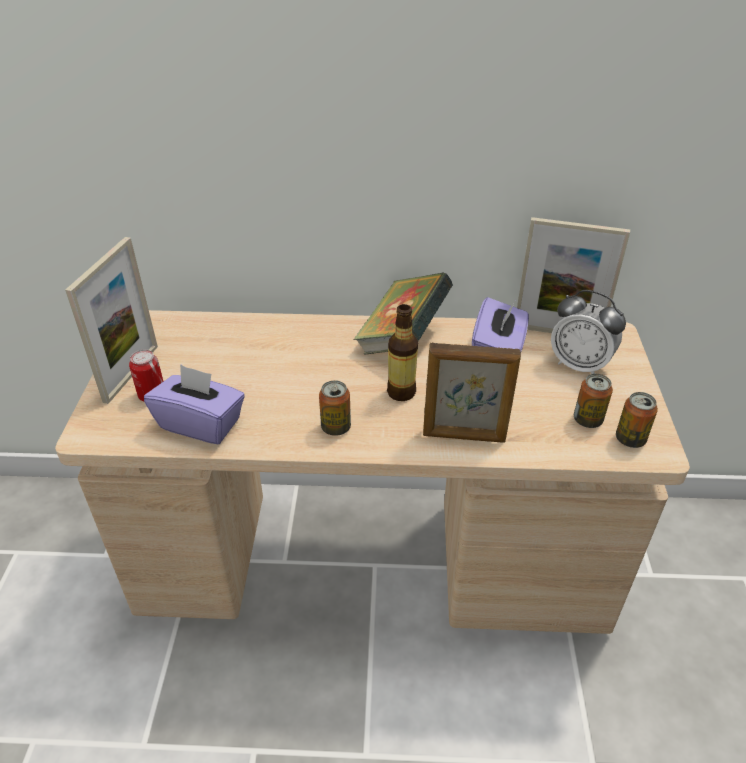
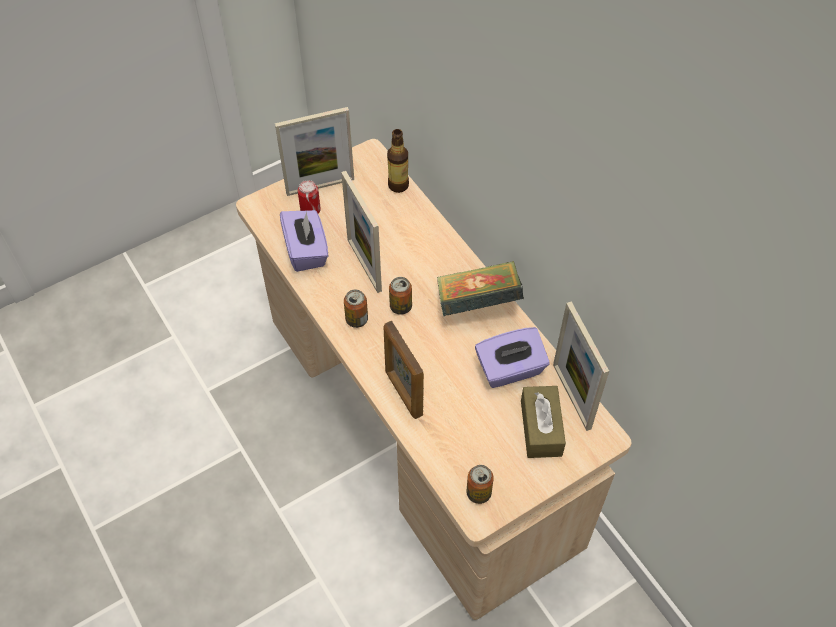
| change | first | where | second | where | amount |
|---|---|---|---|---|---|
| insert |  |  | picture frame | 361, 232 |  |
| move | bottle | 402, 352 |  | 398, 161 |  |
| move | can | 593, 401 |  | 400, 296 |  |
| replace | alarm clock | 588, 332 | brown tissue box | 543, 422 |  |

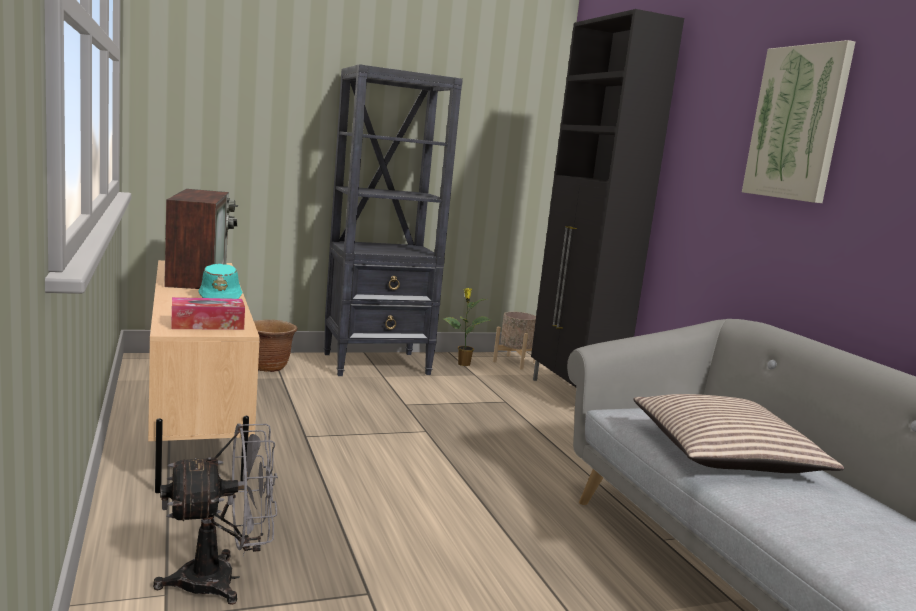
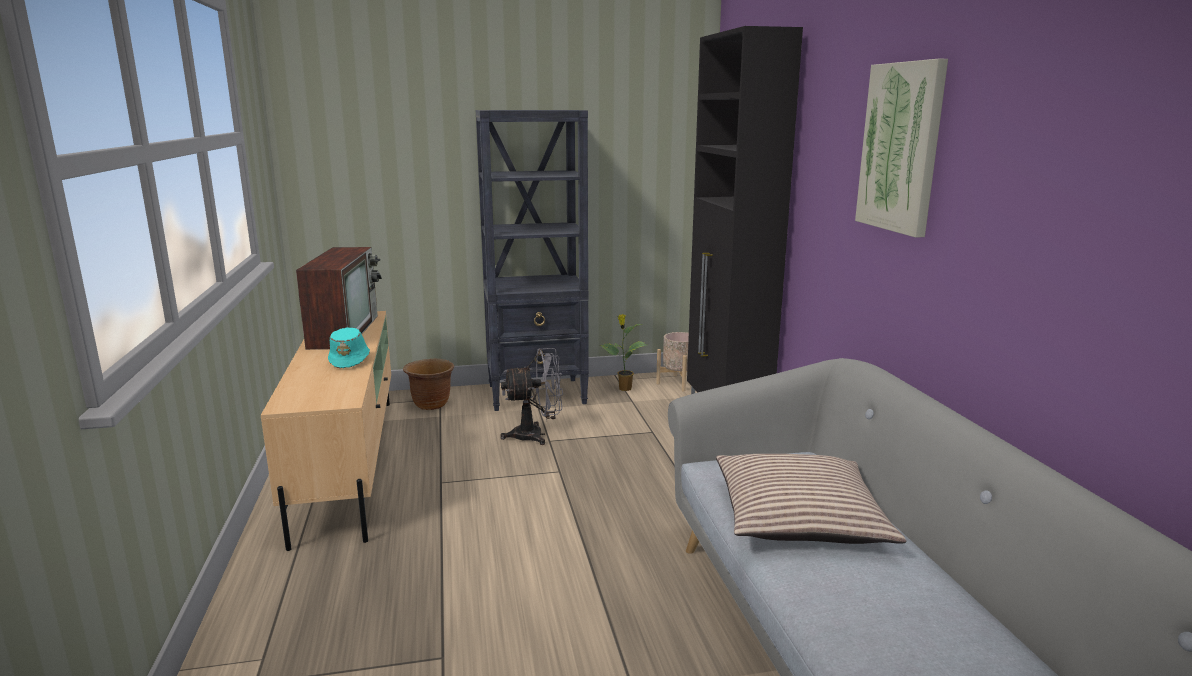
| change | first | where | second | where | amount |
|---|---|---|---|---|---|
| delete | tissue box | 208, 313 |  |  |  |
| move | grey fan | 215, 514 |  | 531, 396 |  |

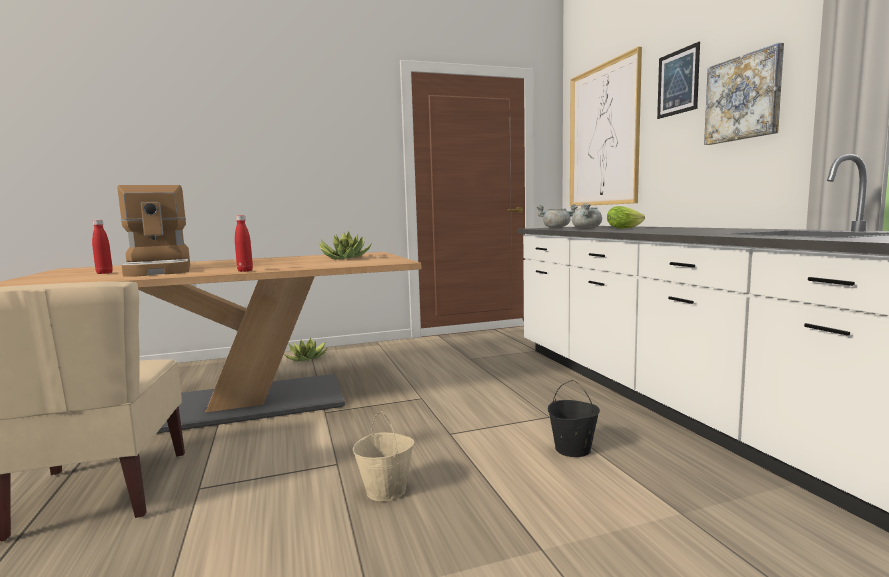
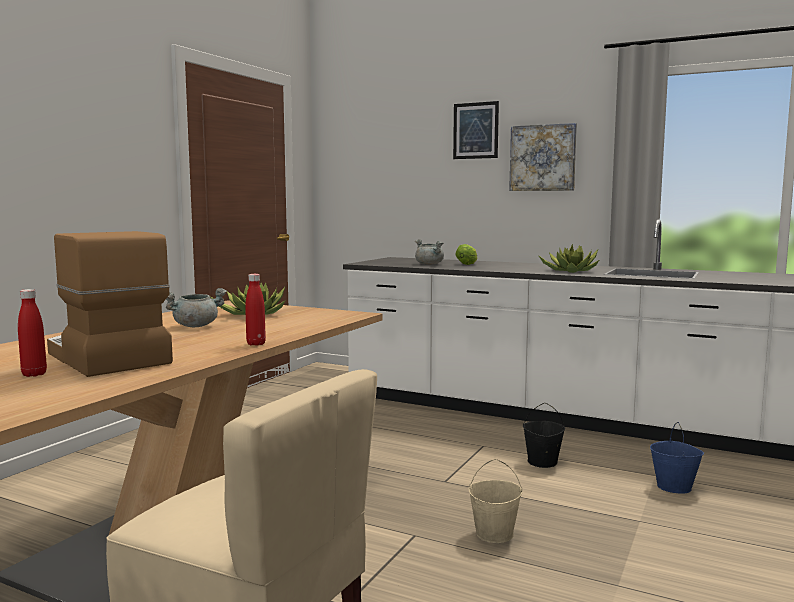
| change | first | where | second | where | amount |
|---|---|---|---|---|---|
| delete | picture | 606, 126 |  |  |  |
| insert |  |  | blue bucket | 677, 458 |  |
| move | potted plant | 305, 350 |  | 568, 258 |  |
| move | grey cooking pot | 557, 216 |  | 196, 307 |  |
| rotate | coffee machine | 153, 231 |  | 110, 304 | 150 degrees counterclockwise |

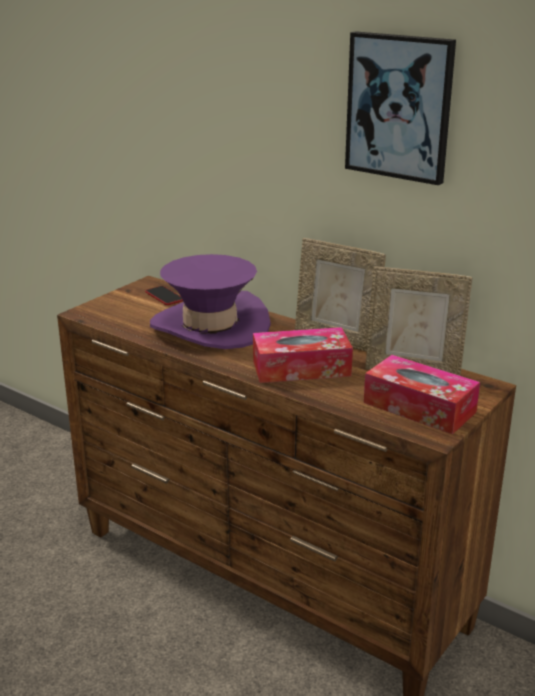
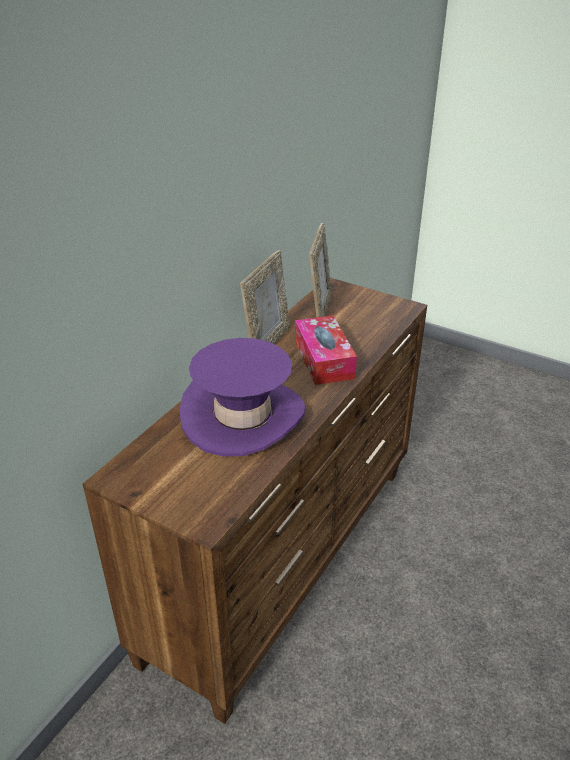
| change | first | where | second | where | amount |
|---|---|---|---|---|---|
| delete | phone | 164, 295 |  |  |  |
| delete | picture | 400, 108 |  |  |  |
| delete | tissue box | 422, 394 |  |  |  |

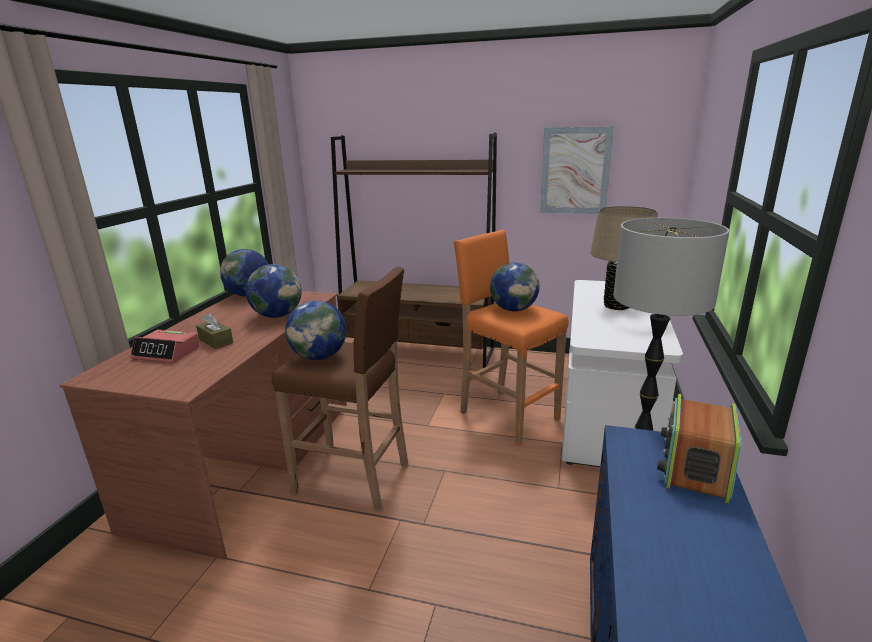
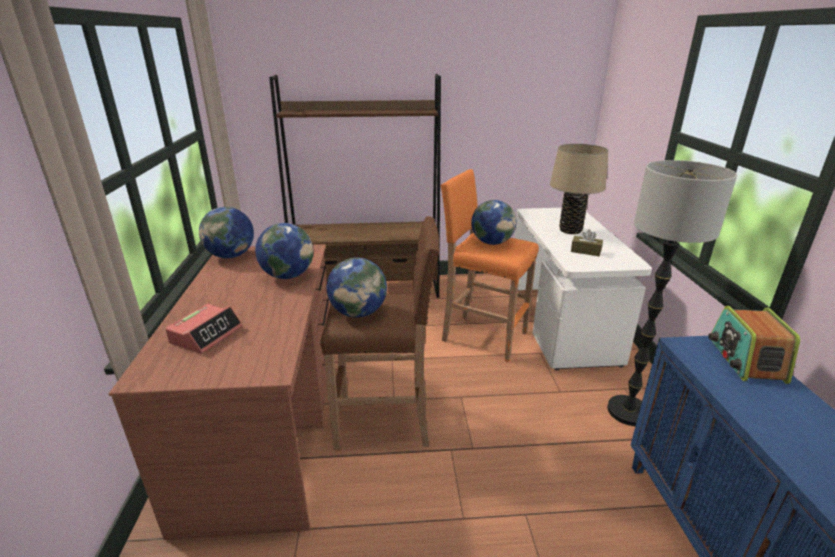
| change | first | where | second | where | amount |
|---|---|---|---|---|---|
| delete | picture | 577, 170 |  |  |  |
| move | brown tissue box | 214, 331 |  | 587, 243 |  |
| rotate | alarm clock | 165, 346 |  | 203, 329 | 60 degrees counterclockwise |

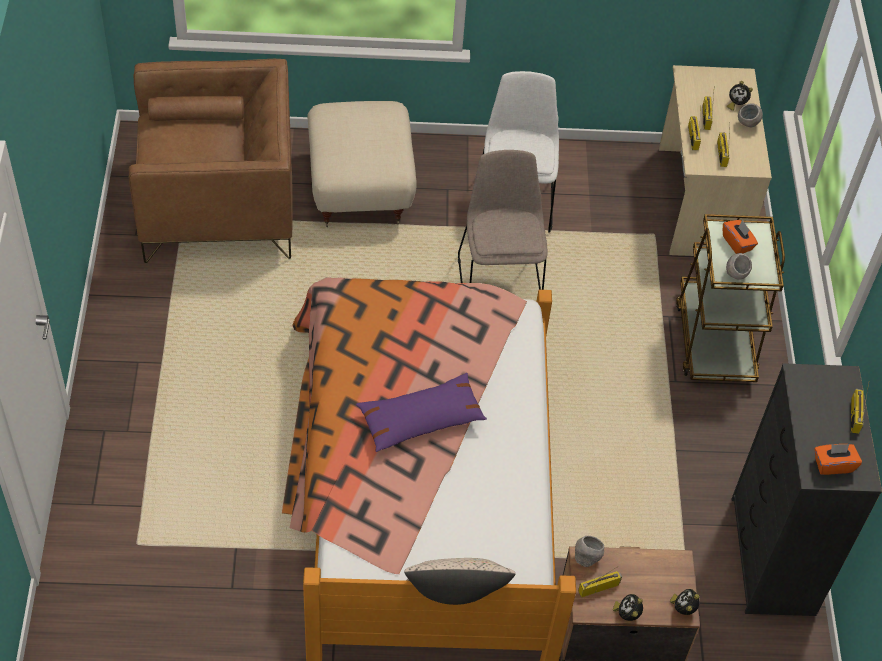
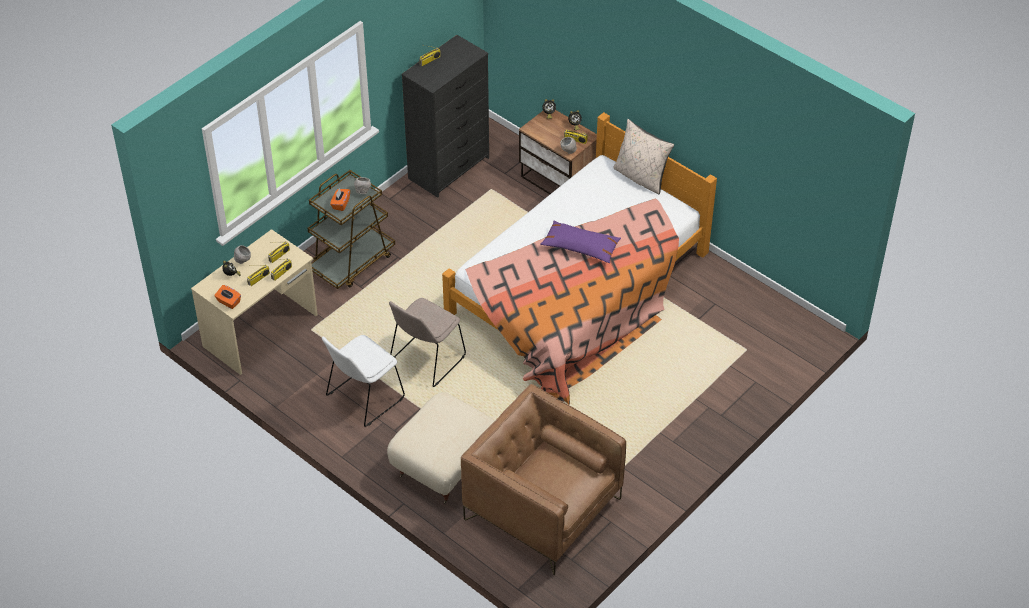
| change | first | where | second | where | amount |
|---|---|---|---|---|---|
| move | orange tissue box | 838, 459 |  | 227, 297 |  |

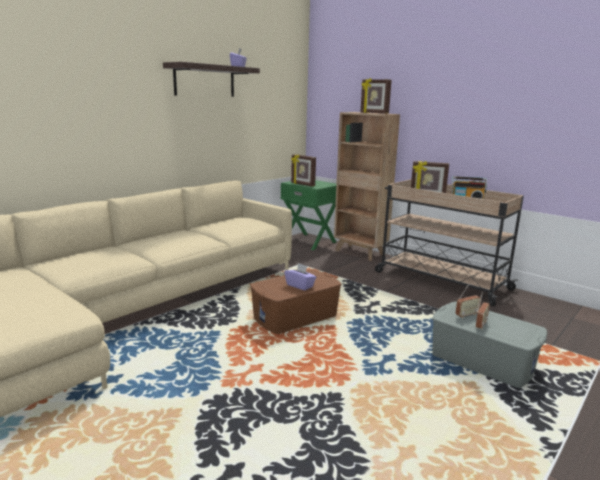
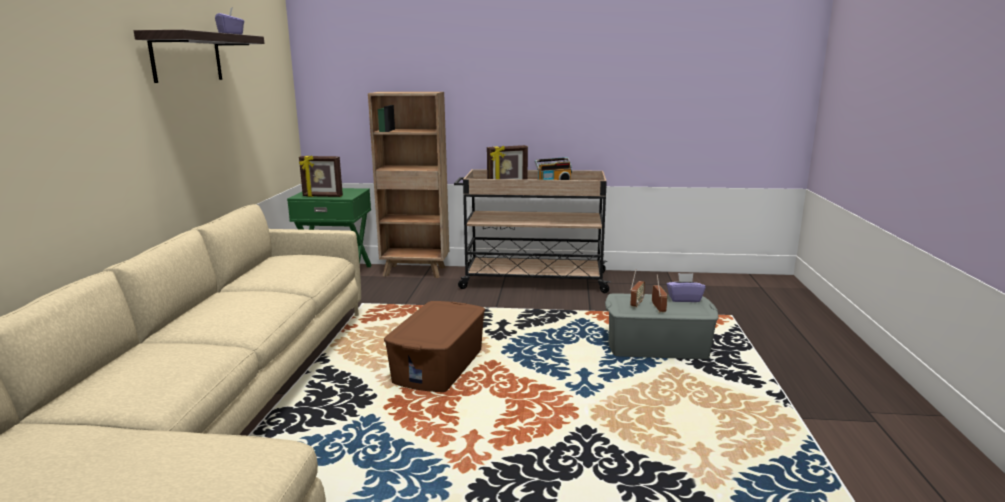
| change | first | where | second | where | amount |
|---|---|---|---|---|---|
| delete | picture frame | 376, 95 |  |  |  |
| move | purple tissue box | 300, 276 |  | 686, 287 |  |

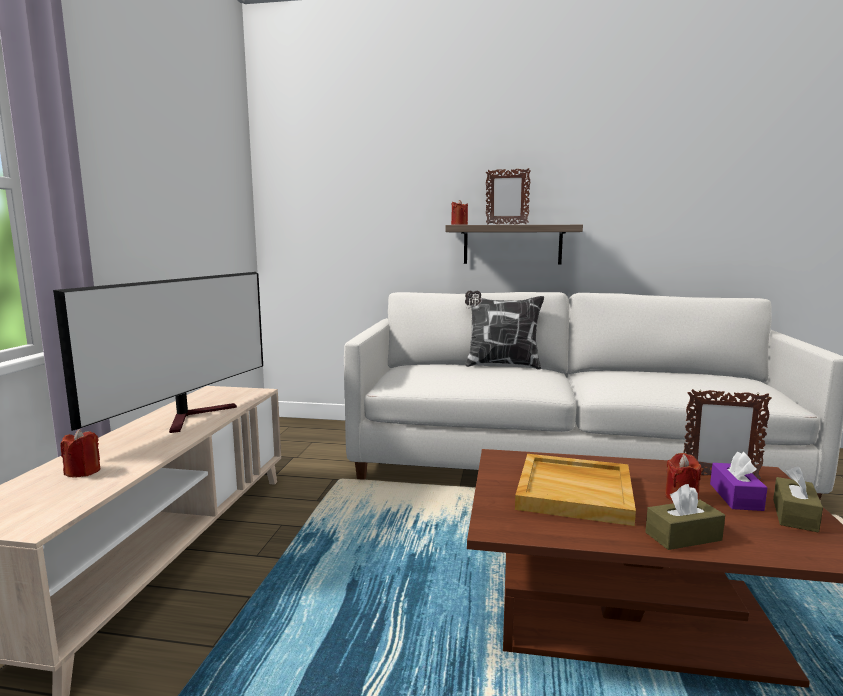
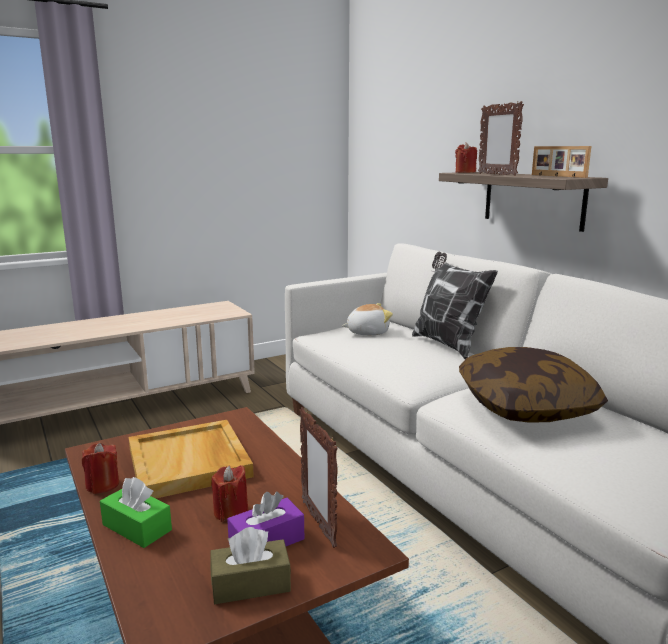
| change | first | where | second | where | amount |
|---|---|---|---|---|---|
| delete | television | 158, 352 |  |  |  |
| insert |  |  | plush toy | 367, 319 |  |
| insert |  |  | pillow | 533, 385 |  |
| insert |  |  | picture frame | 561, 162 |  |
| move | red candle | 80, 453 |  | 100, 468 |  |
| recolor | brown tissue box | 685, 517 | green tissue box | 136, 512 |  |

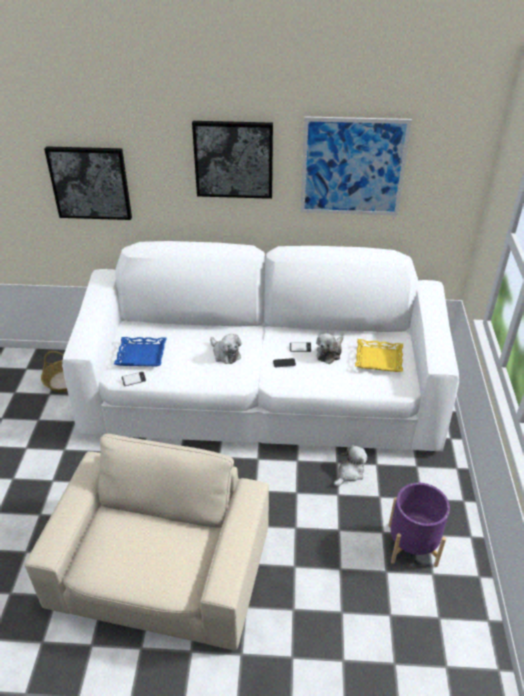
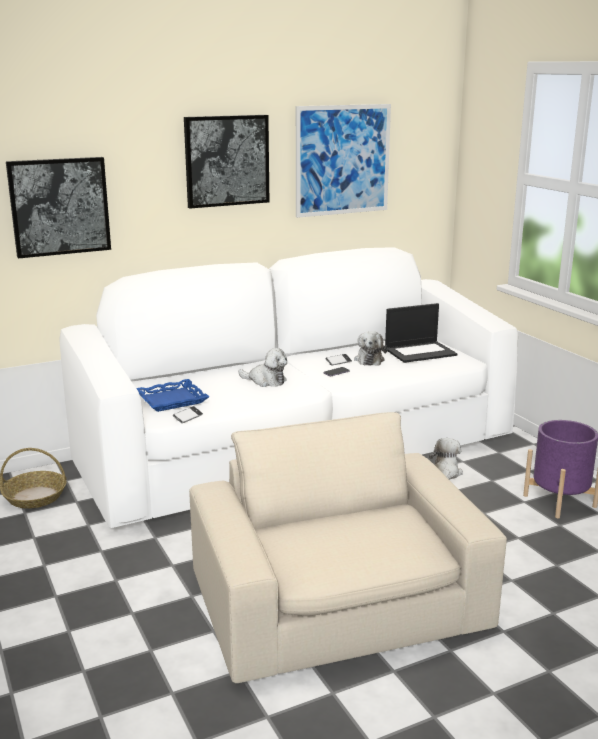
| change | first | where | second | where | amount |
|---|---|---|---|---|---|
| replace | yellow tray | 379, 355 | laptop | 421, 333 |  |

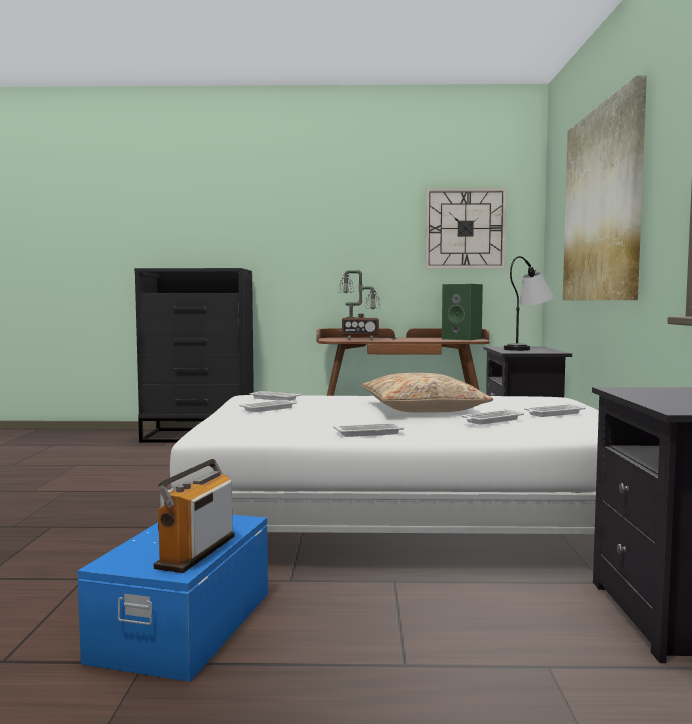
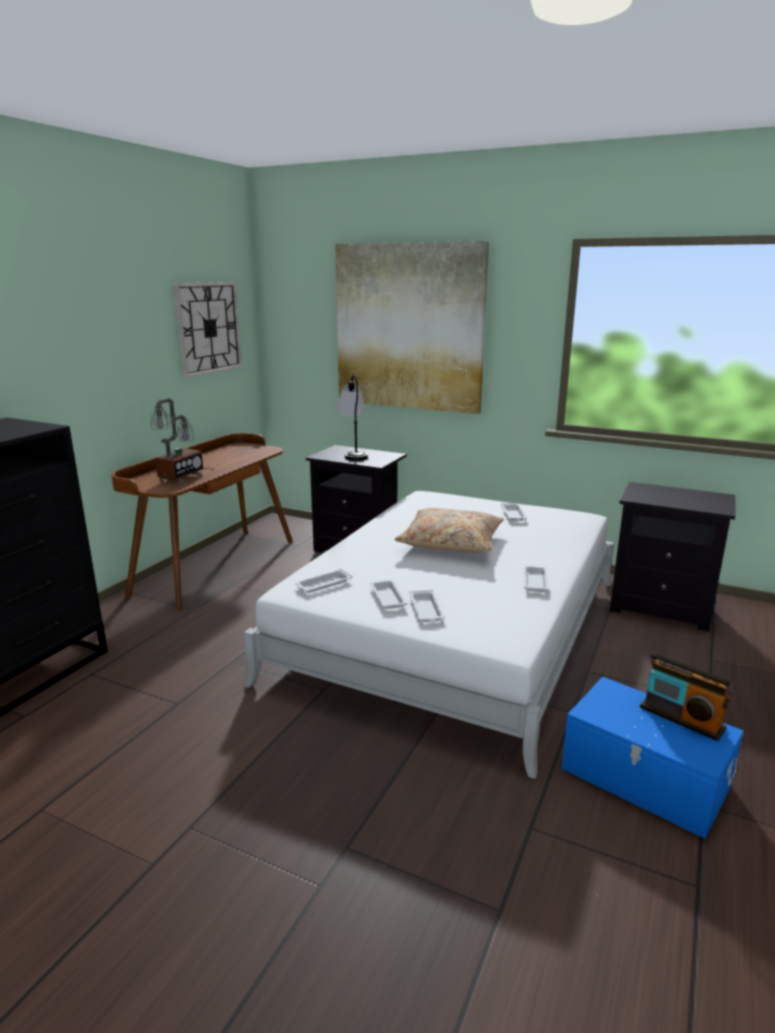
| change | first | where | second | where | amount |
|---|---|---|---|---|---|
| delete | green speaker | 462, 312 |  |  |  |
| move | white tray | 493, 417 |  | 427, 606 |  |

